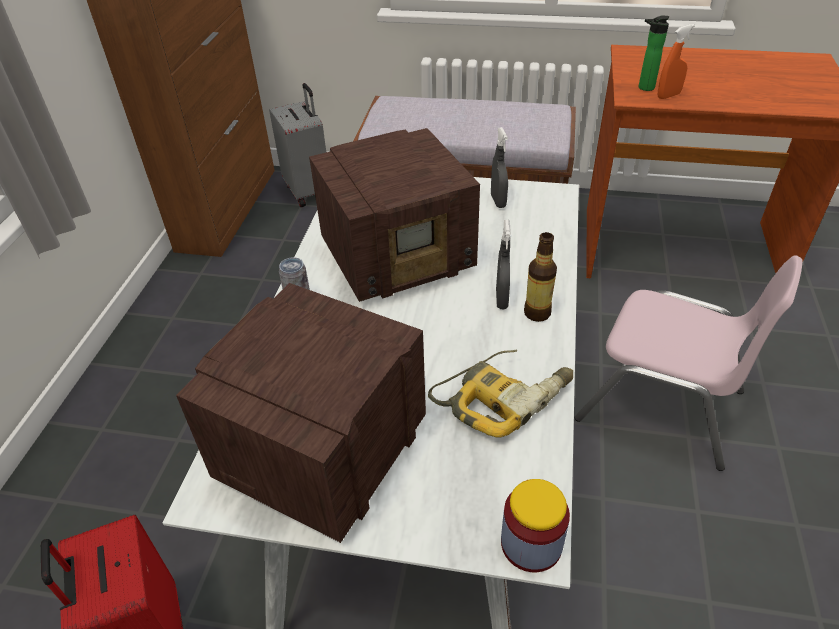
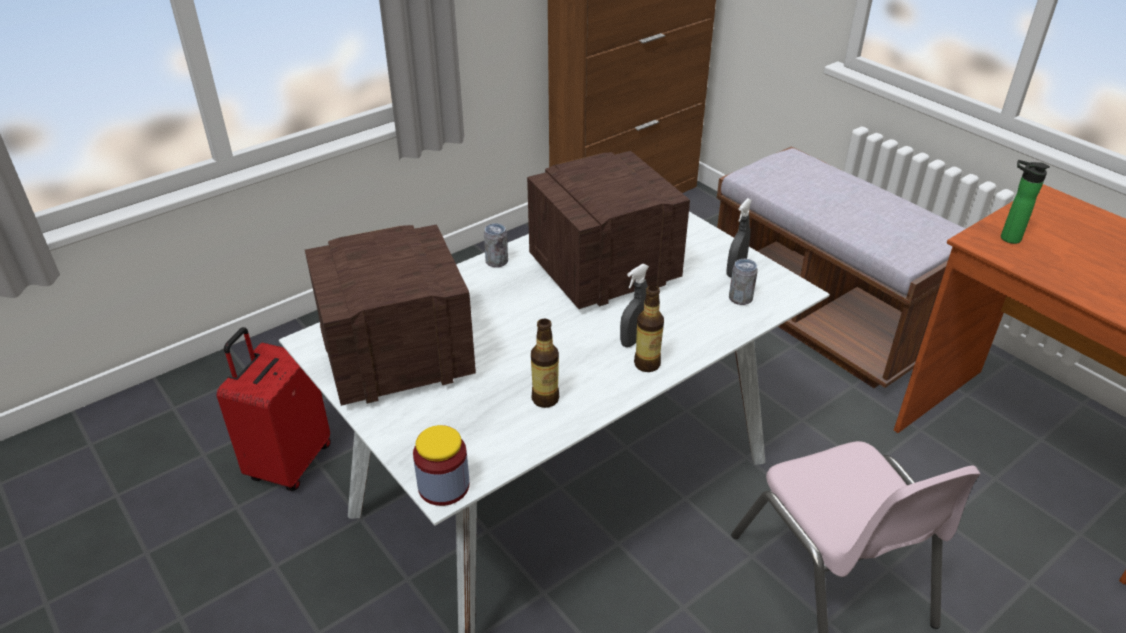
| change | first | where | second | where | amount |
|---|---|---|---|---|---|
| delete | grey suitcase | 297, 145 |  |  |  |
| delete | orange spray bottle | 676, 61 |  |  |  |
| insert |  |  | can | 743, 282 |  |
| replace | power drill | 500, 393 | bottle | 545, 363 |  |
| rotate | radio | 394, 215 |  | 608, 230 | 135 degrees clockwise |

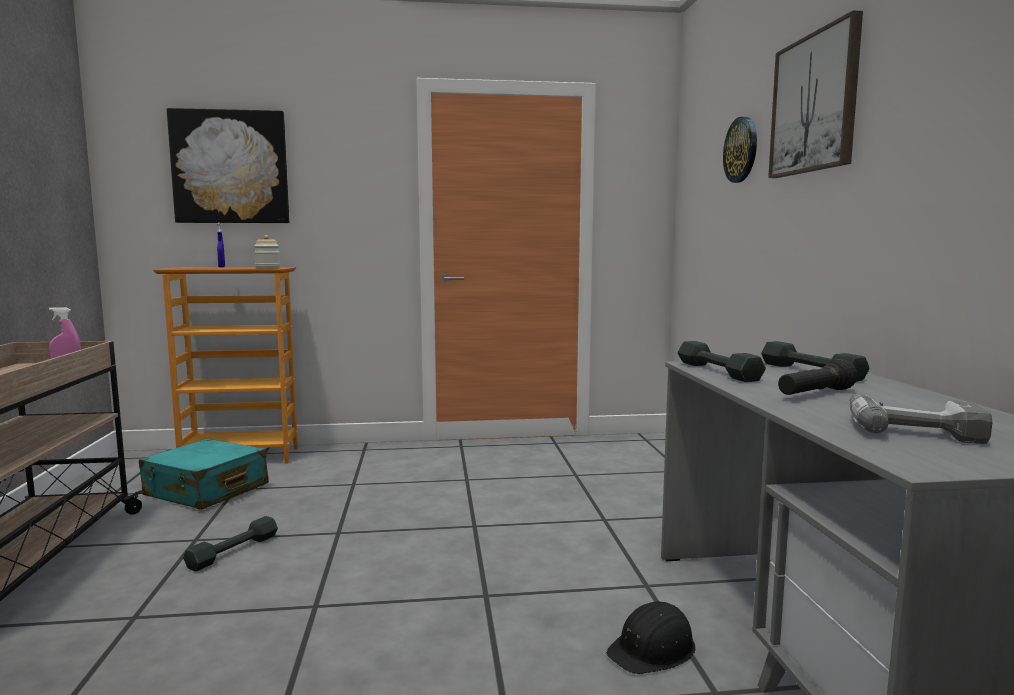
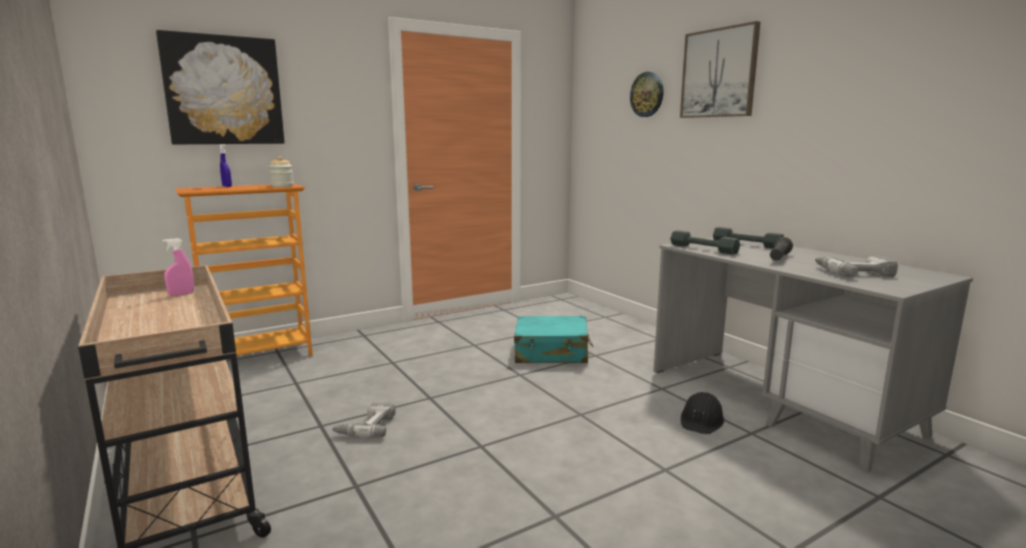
| change | first | where | second | where | amount |
|---|---|---|---|---|---|
| move | turquoise suitcase | 204, 474 |  | 553, 339 |  |
| replace | grey dumbbell | 230, 544 | power drill | 364, 420 |  |

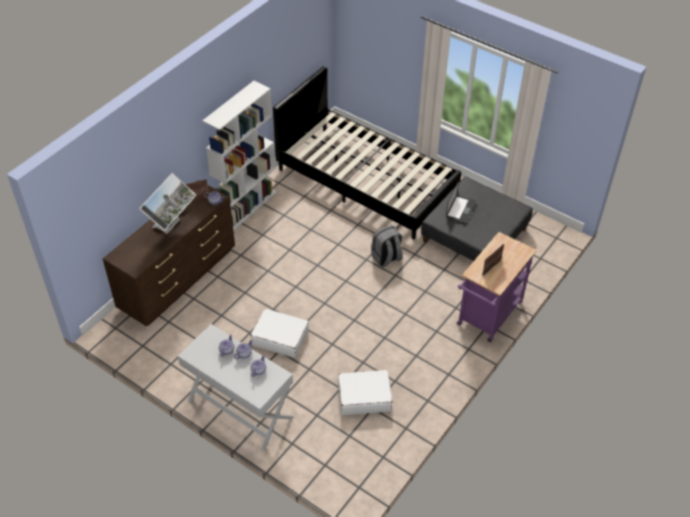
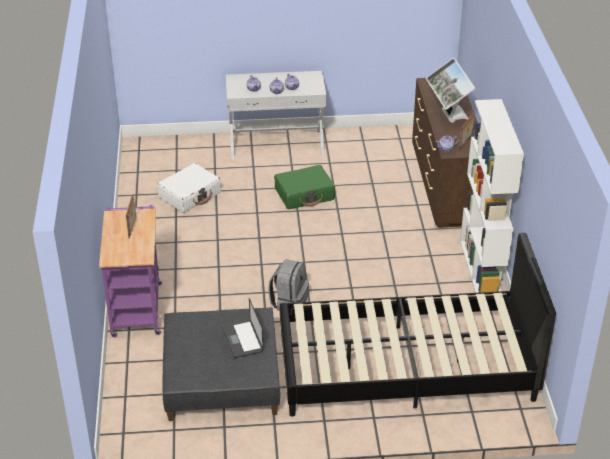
| change | first | where | second | where | amount |
|---|---|---|---|---|---|
| recolor | white suitcase | 279, 333 | green suitcase | 304, 187 |  |

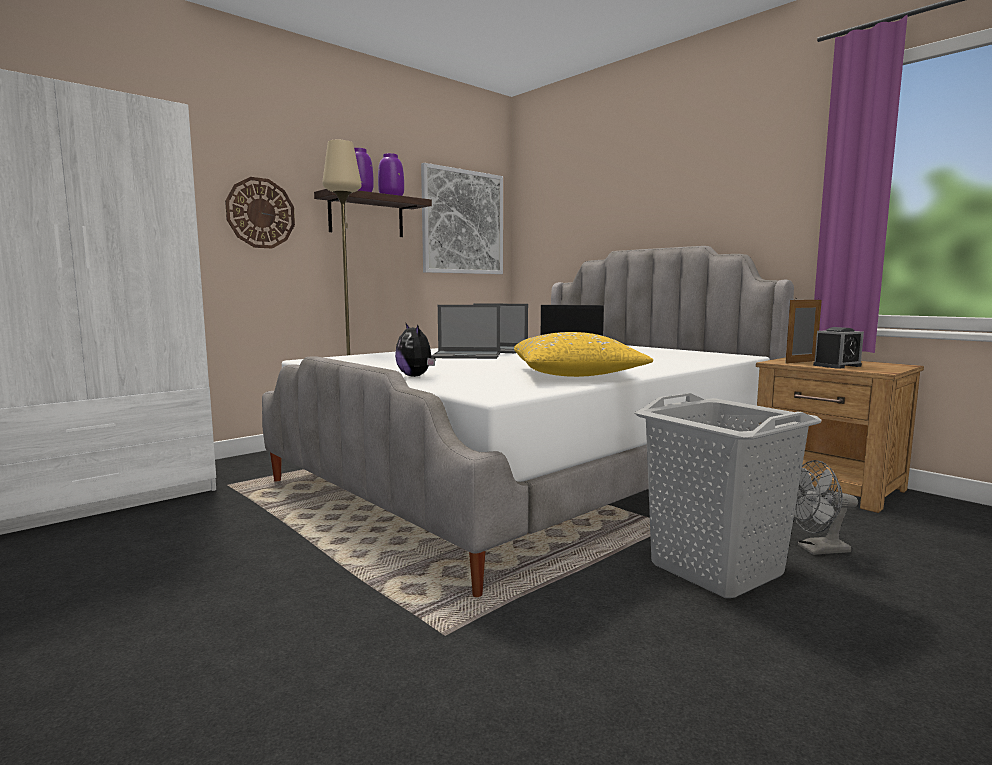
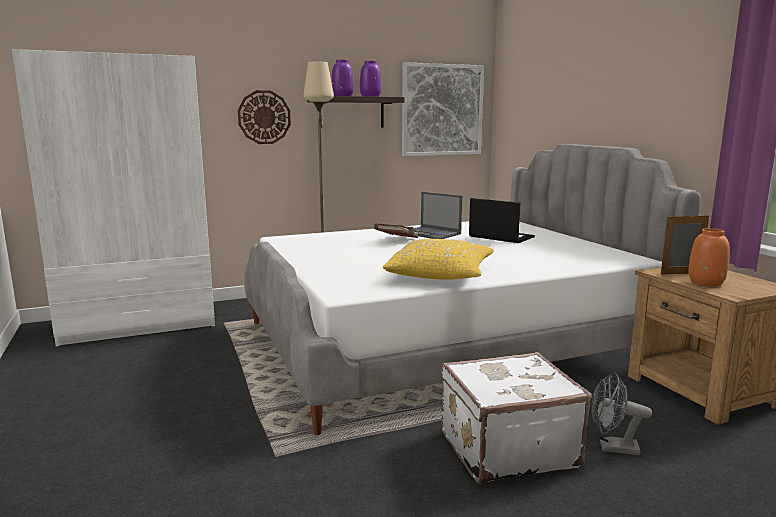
| change | first | where | second | where | amount |
|---|---|---|---|---|---|
| delete | plush toy | 415, 350 |  |  |  |
| replace | laptop | 465, 332 | brown book | 396, 230 |  |
| replace | grey laundry basket | 727, 495 | white suitcase | 516, 418 |  |
| replace | alarm clock | 838, 348 | orange vase | 709, 257 |  |

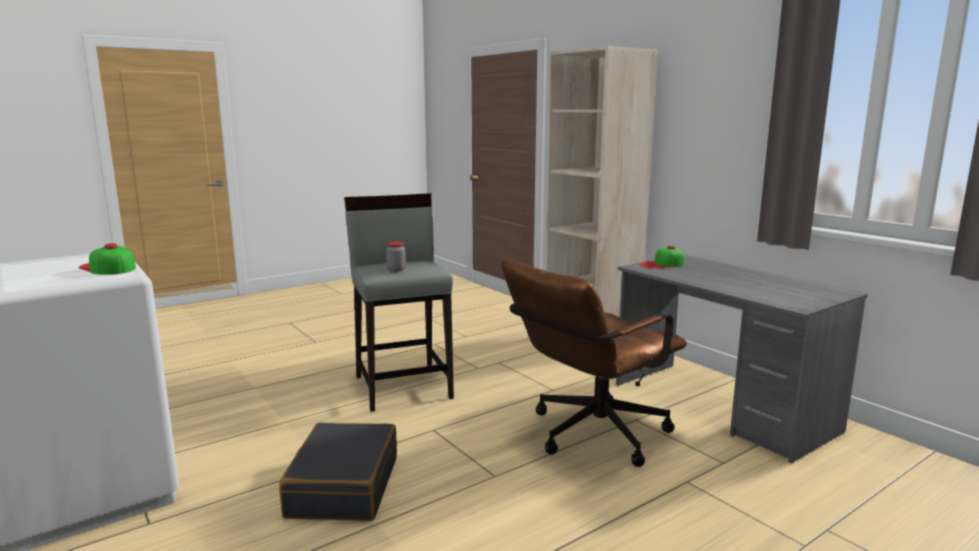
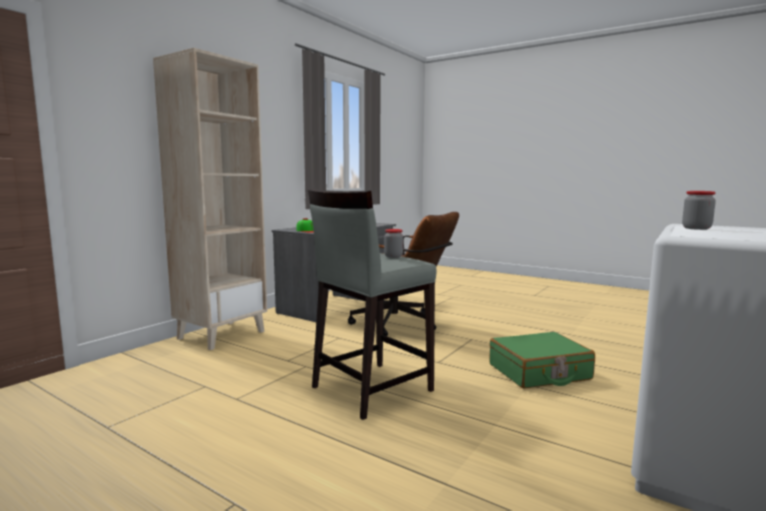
| change | first | where | second | where | amount |
|---|---|---|---|---|---|
| replace | cap | 107, 259 | jar | 699, 210 |  |
| recolor | black suitcase | 338, 472 | green suitcase | 542, 360 |  |

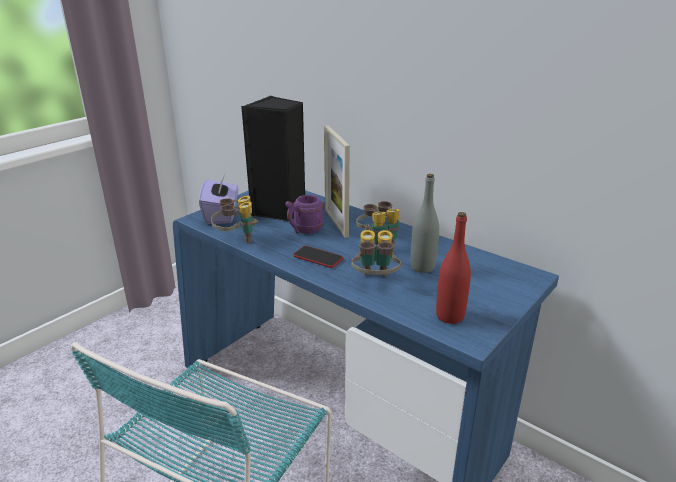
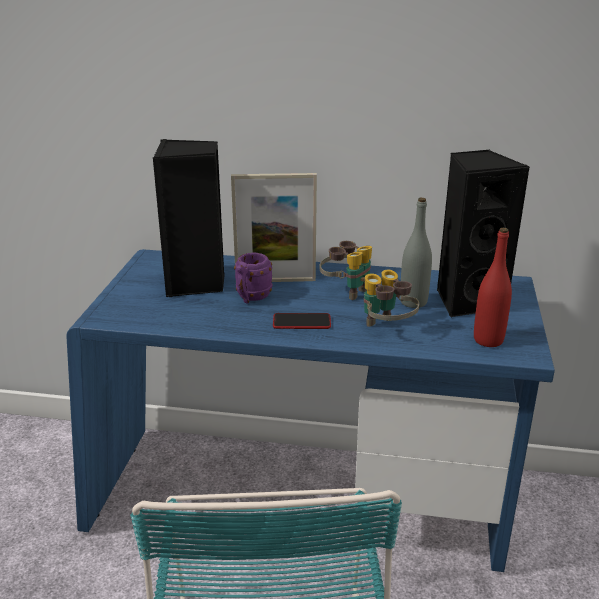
| change | first | where | second | where | amount |
|---|---|---|---|---|---|
| delete | purple tissue box | 219, 199 |  |  |  |
| delete | binoculars | 234, 219 |  |  |  |
| insert |  |  | black speaker | 483, 233 |  |
| rotate | picture frame | 337, 181 |  | 274, 227 | 45 degrees counterclockwise |

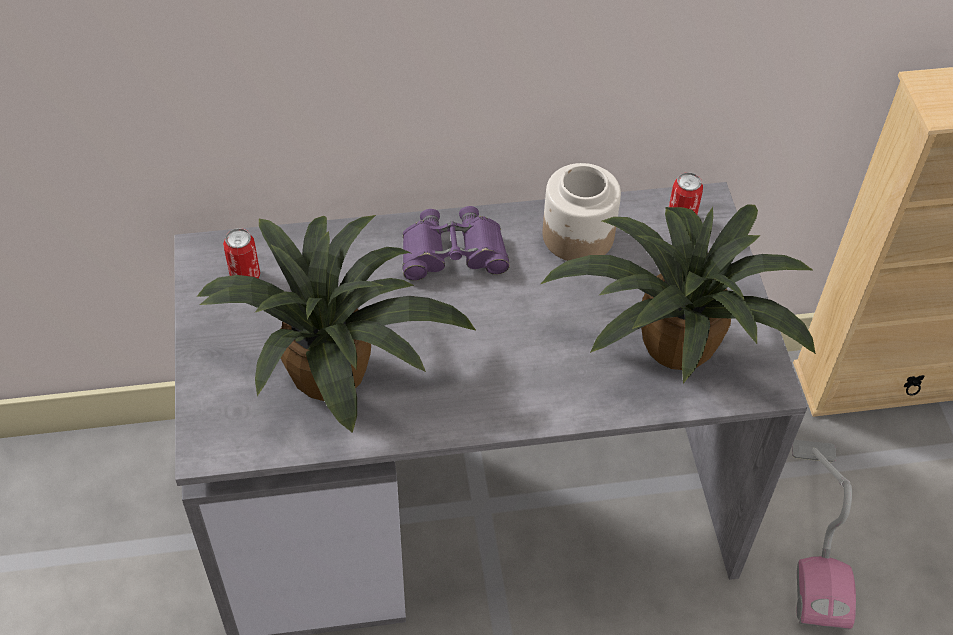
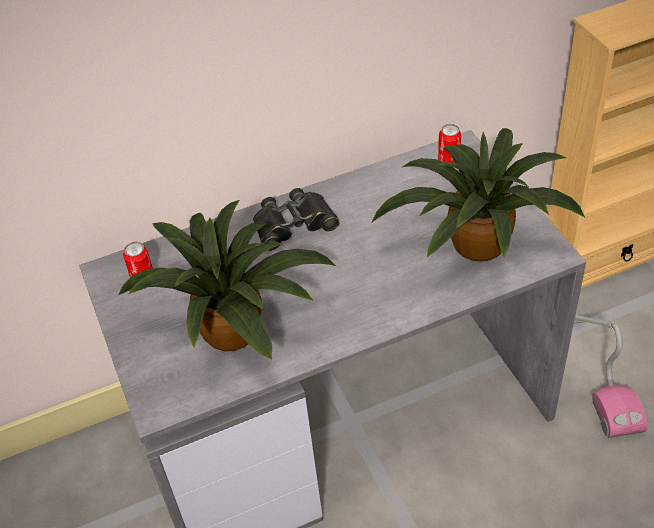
| change | first | where | second | where | amount |
|---|---|---|---|---|---|
| delete | jar | 582, 212 |  |  |  |
| recolor | purple binoculars | 456, 243 | black binoculars | 296, 219 |  |

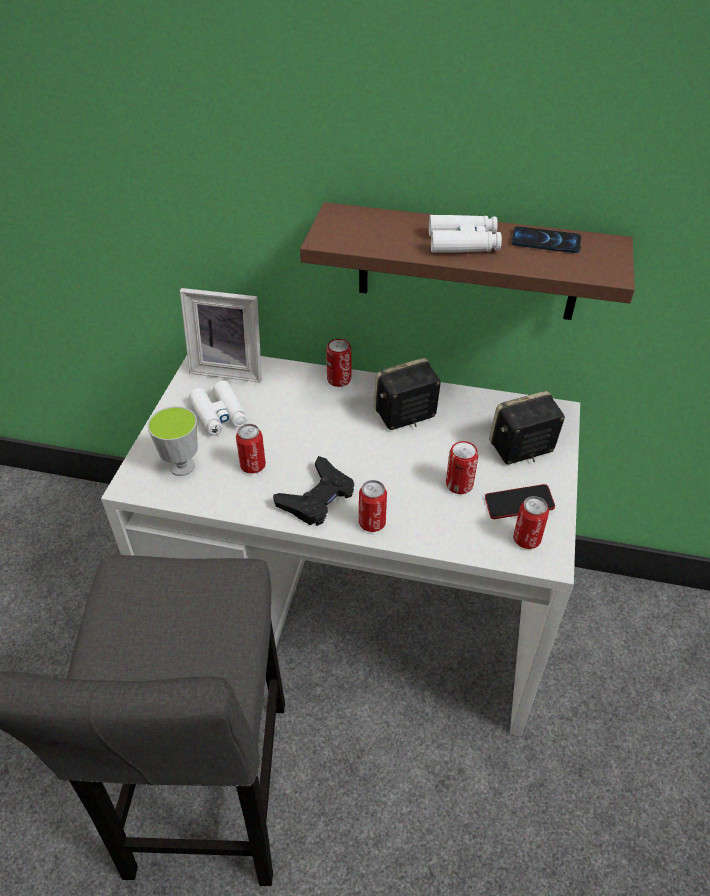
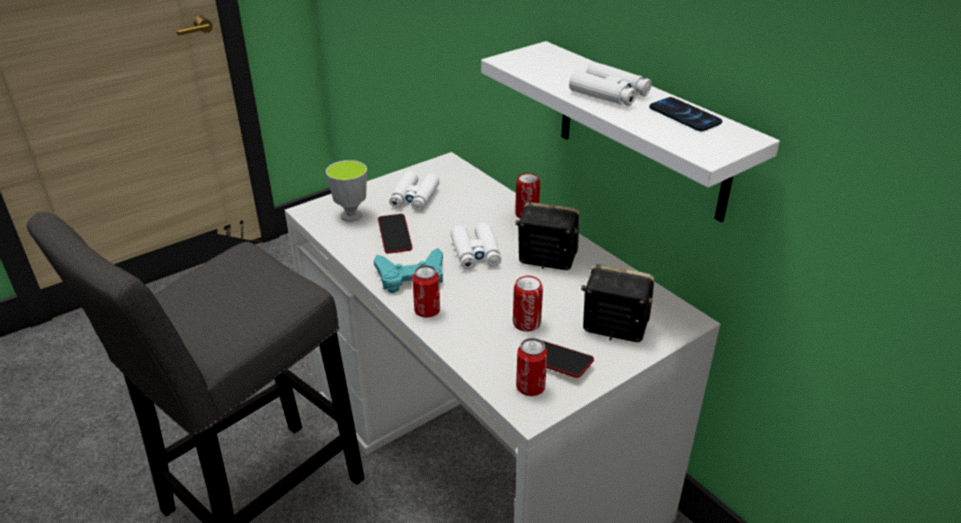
| change | first | where | second | where | amount |
|---|---|---|---|---|---|
| delete | picture frame | 221, 335 |  |  |  |
| insert |  |  | white binoculars | 475, 246 |  |
| replace | can | 251, 449 | phone | 395, 234 |  |
| recolor | black game controller | 313, 491 | turquoise game controller | 408, 270 |  |
| recolor | brown shelf | 467, 261 | white shelf | 630, 131 |  |

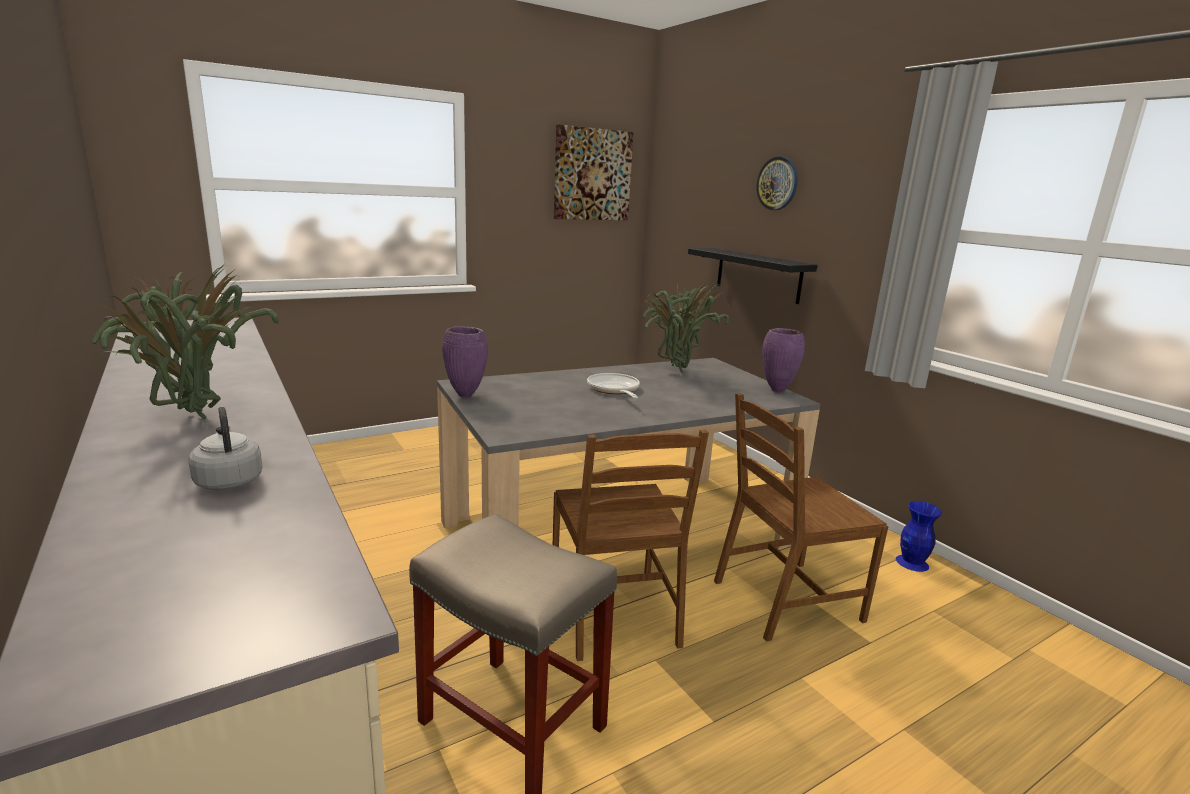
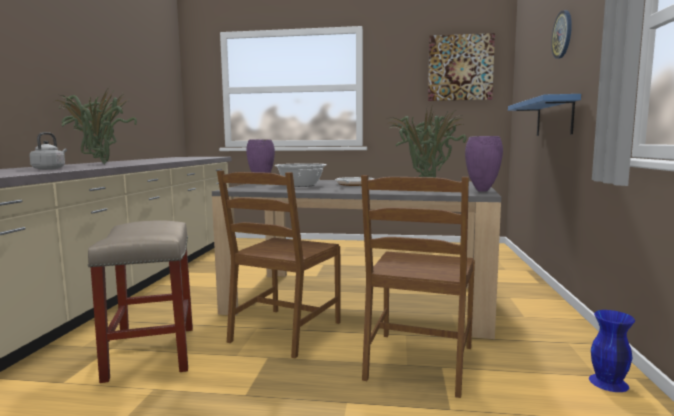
| change | first | where | second | where | amount |
|---|---|---|---|---|---|
| insert |  |  | cooking pot | 300, 175 |  |
| recolor | black shelf | 752, 276 | blue shelf | 544, 115 |  |
| rotate | brown chair | 801, 517 |  | 418, 286 | 90 degrees counterclockwise |

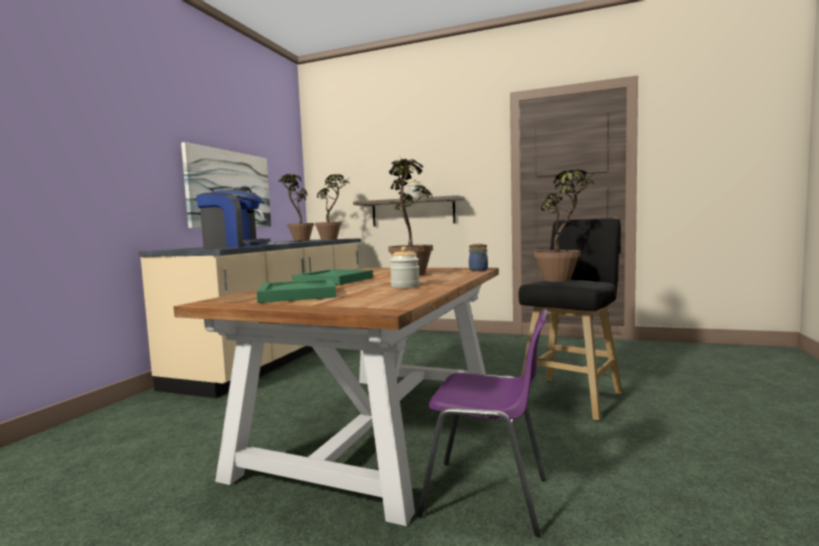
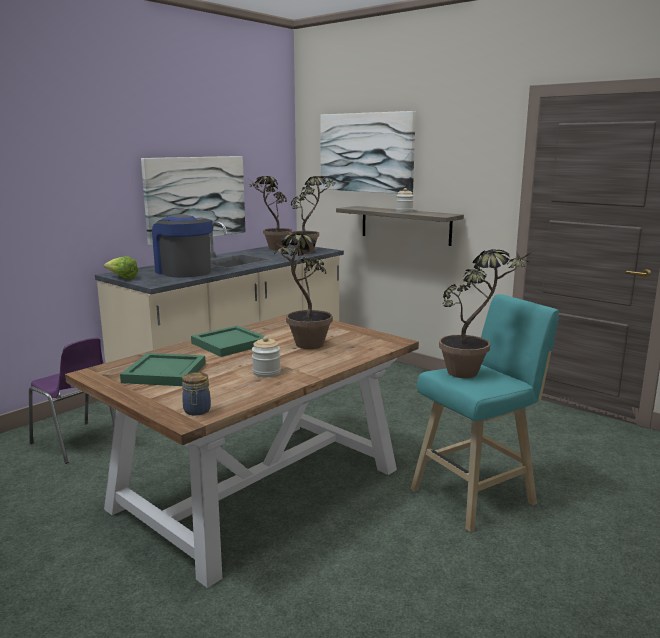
| change | first | where | second | where | amount |
|---|---|---|---|---|---|
| insert |  |  | lettuce | 121, 267 |  |
| insert |  |  | picture | 368, 152 |  |
| move | purple chair | 482, 423 |  | 72, 401 |  |
| move | jar | 478, 257 |  | 196, 394 |  |
| recolor | black stool | 570, 319 | turquoise stool | 485, 413 |  |
| rotate | coffee machine | 233, 219 |  | 182, 246 | 150 degrees counterclockwise |

